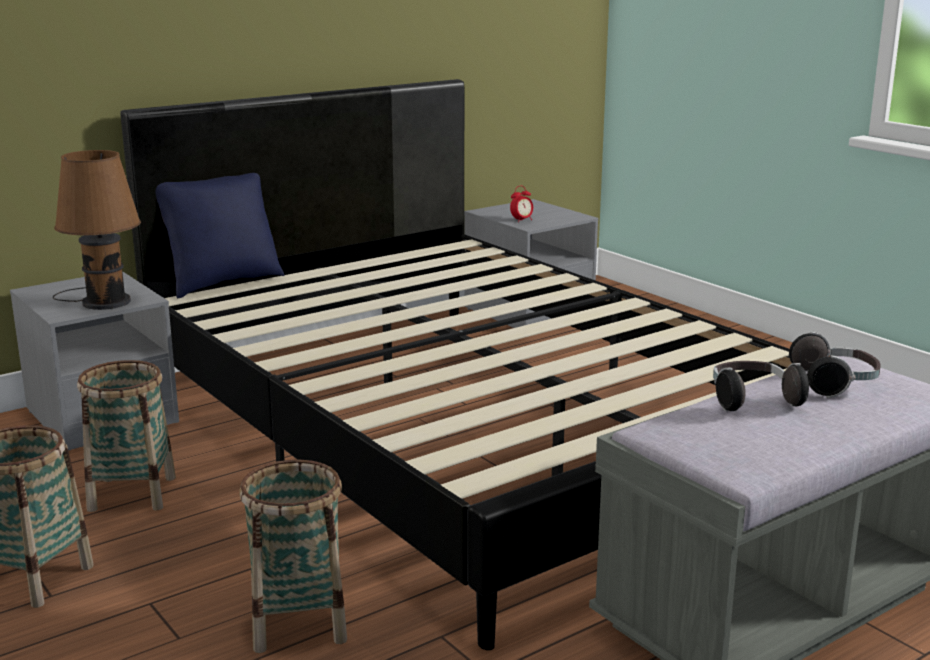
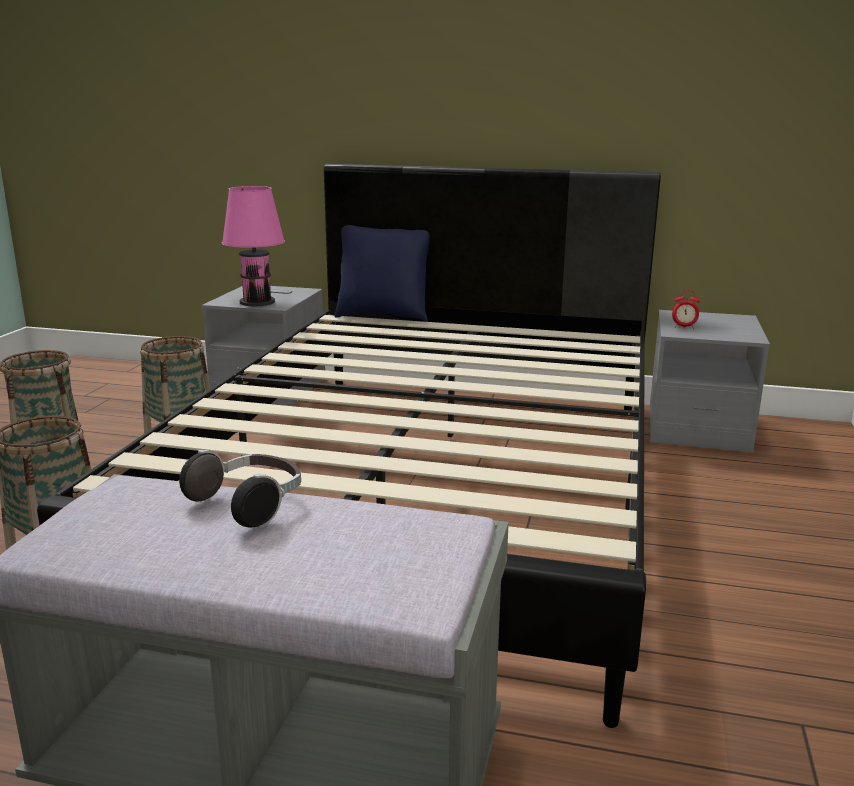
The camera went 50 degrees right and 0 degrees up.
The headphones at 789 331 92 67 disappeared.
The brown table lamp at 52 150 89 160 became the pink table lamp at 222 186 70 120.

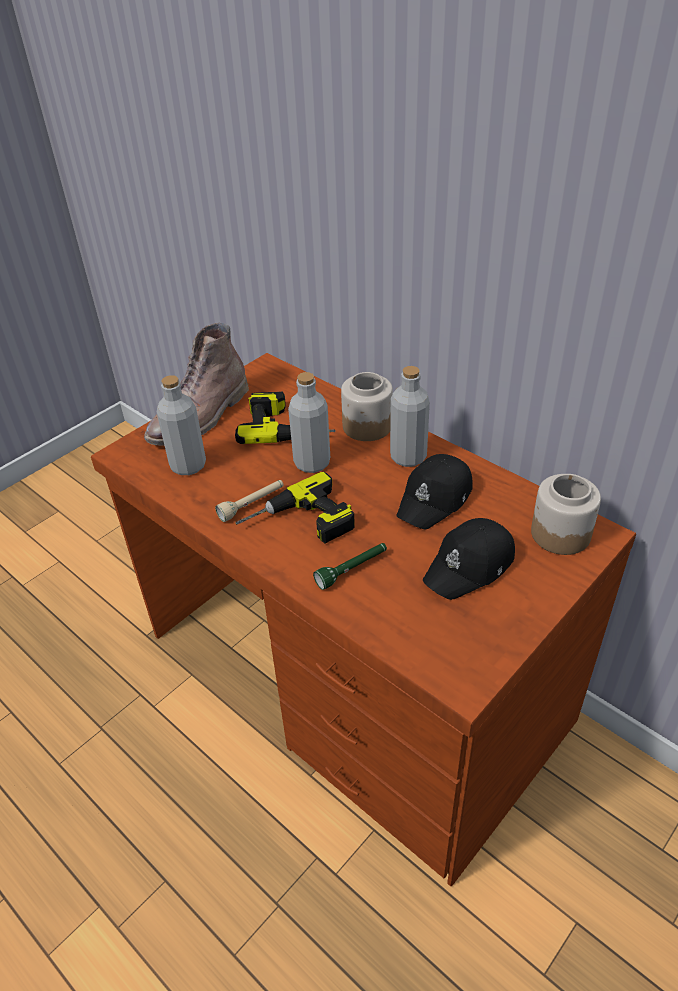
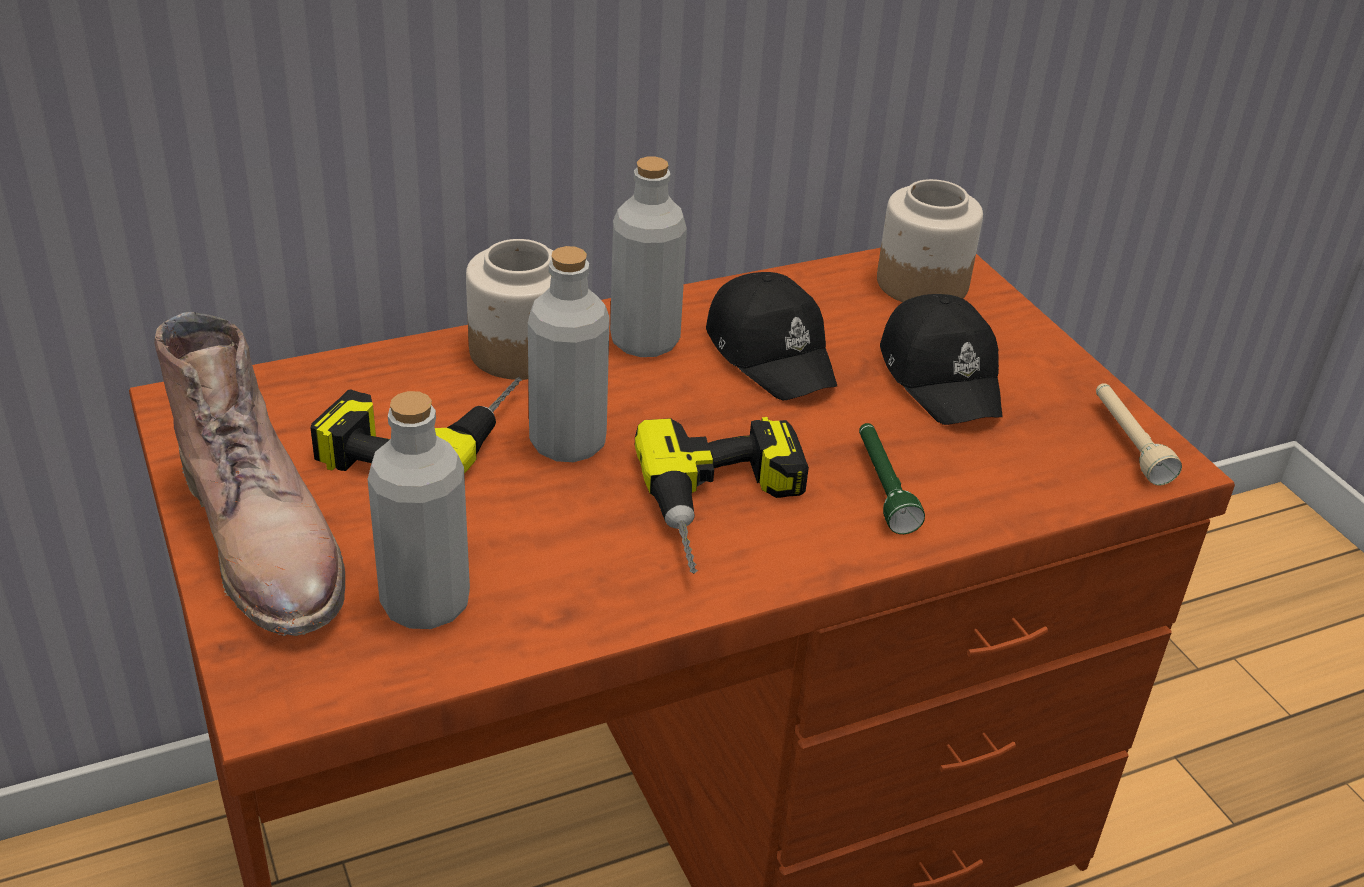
The camera went 70 degrees left and 5 degrees down.
The beige flashlight moved from 215 480 69 42 to 1096 383 86 102.

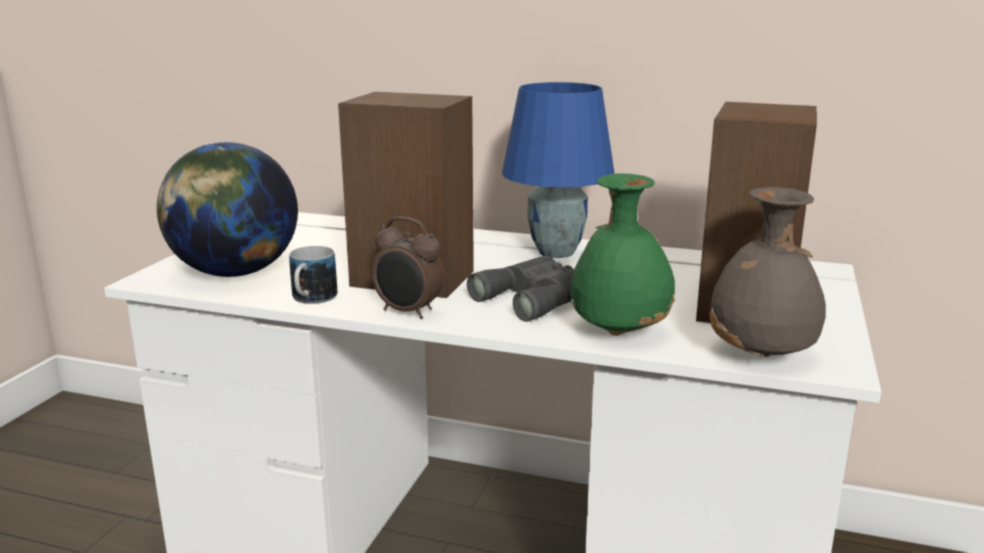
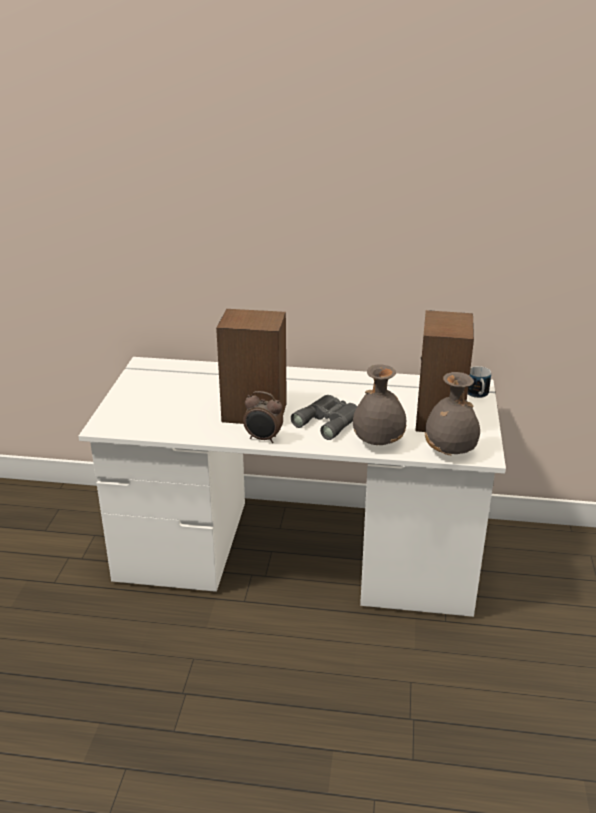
The camera went 10 degrees left and 10 degrees up.
The globe at 157 142 141 135 disappeared.
The blue table lamp at 502 82 113 176 disappeared.
The mug moved from 289 246 48 58 to 468 366 23 32.
The green vase at 570 173 105 163 became the grey vase at 353 365 53 80.

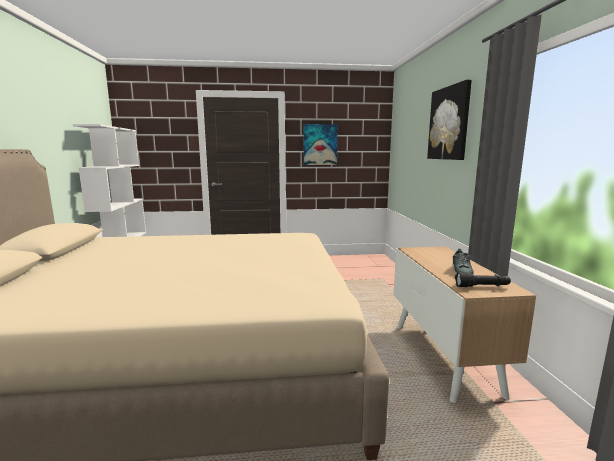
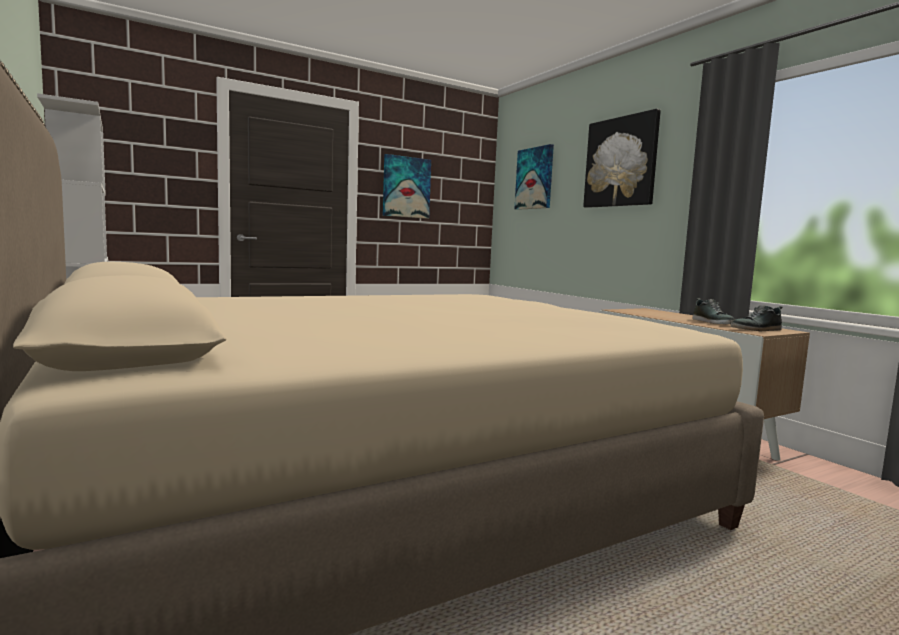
The camera went 25 degrees left and 5 degrees down.
The picture at 515 144 39 66 appeared.
The black flashlight at 455 272 56 15 was replaced by the shoe at 731 305 52 26.

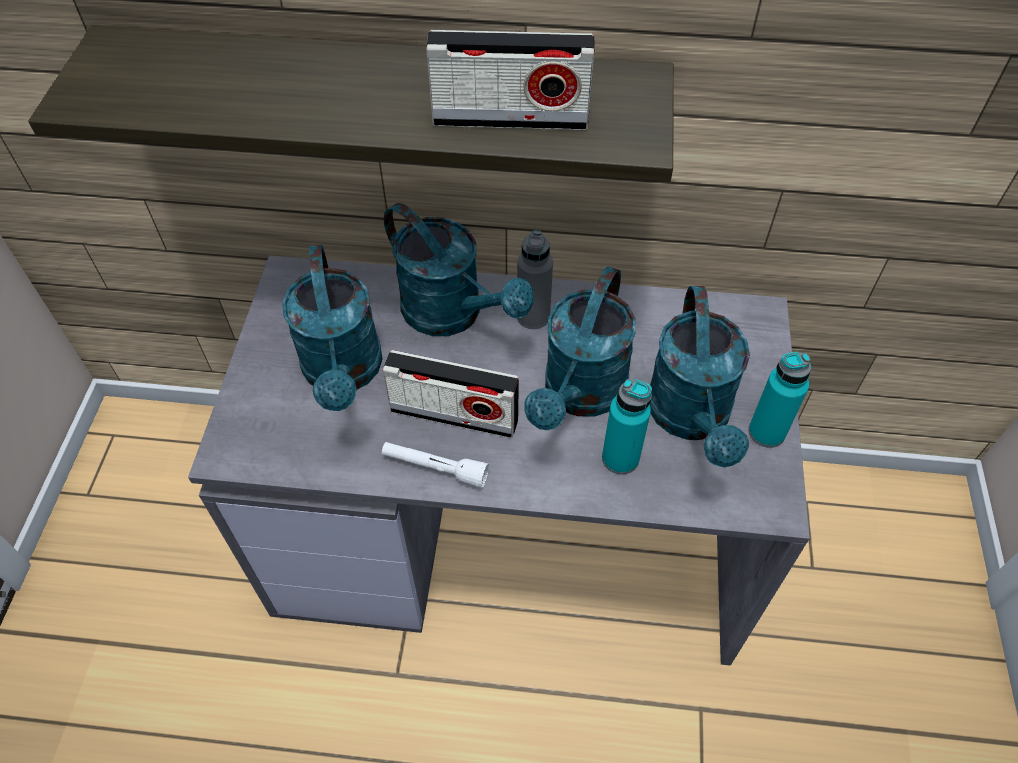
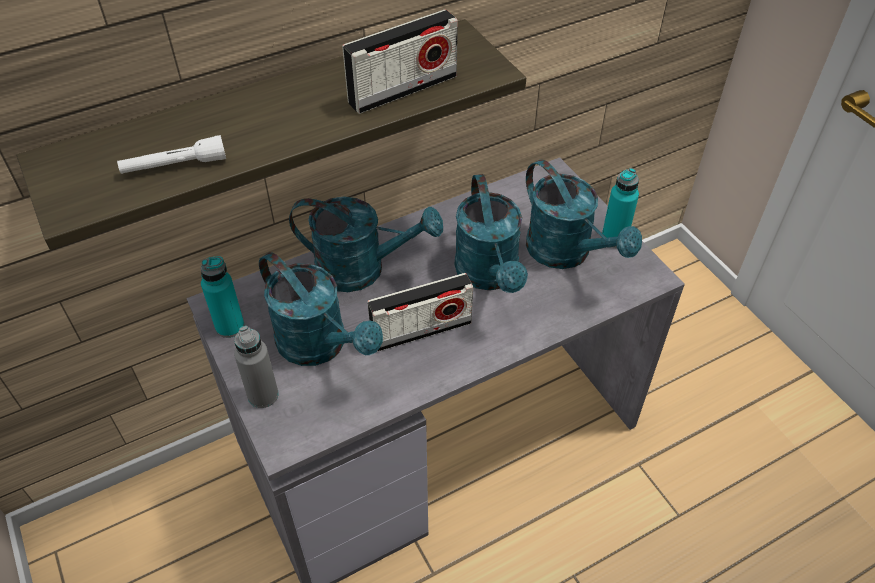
The camera went 35 degrees left and 5 degrees down.
The white flashlight moved from 382 442 107 46 to 117 135 109 39.
The grey bottle moved from 517 230 36 99 to 234 326 45 82.
The turquoise bottle moved from 602 379 50 95 to 201 256 43 82.

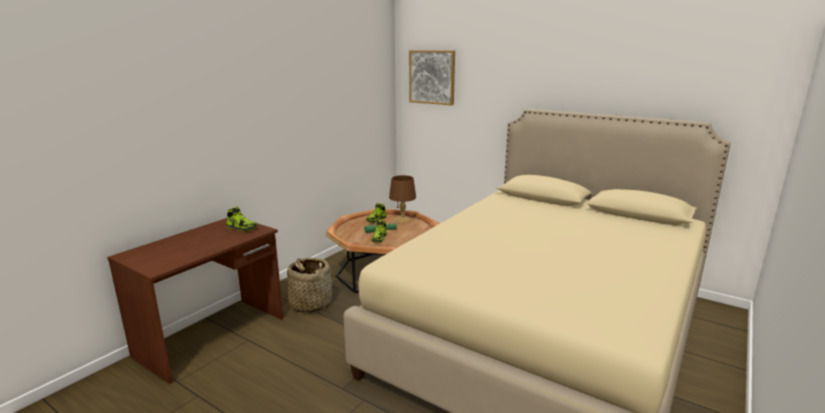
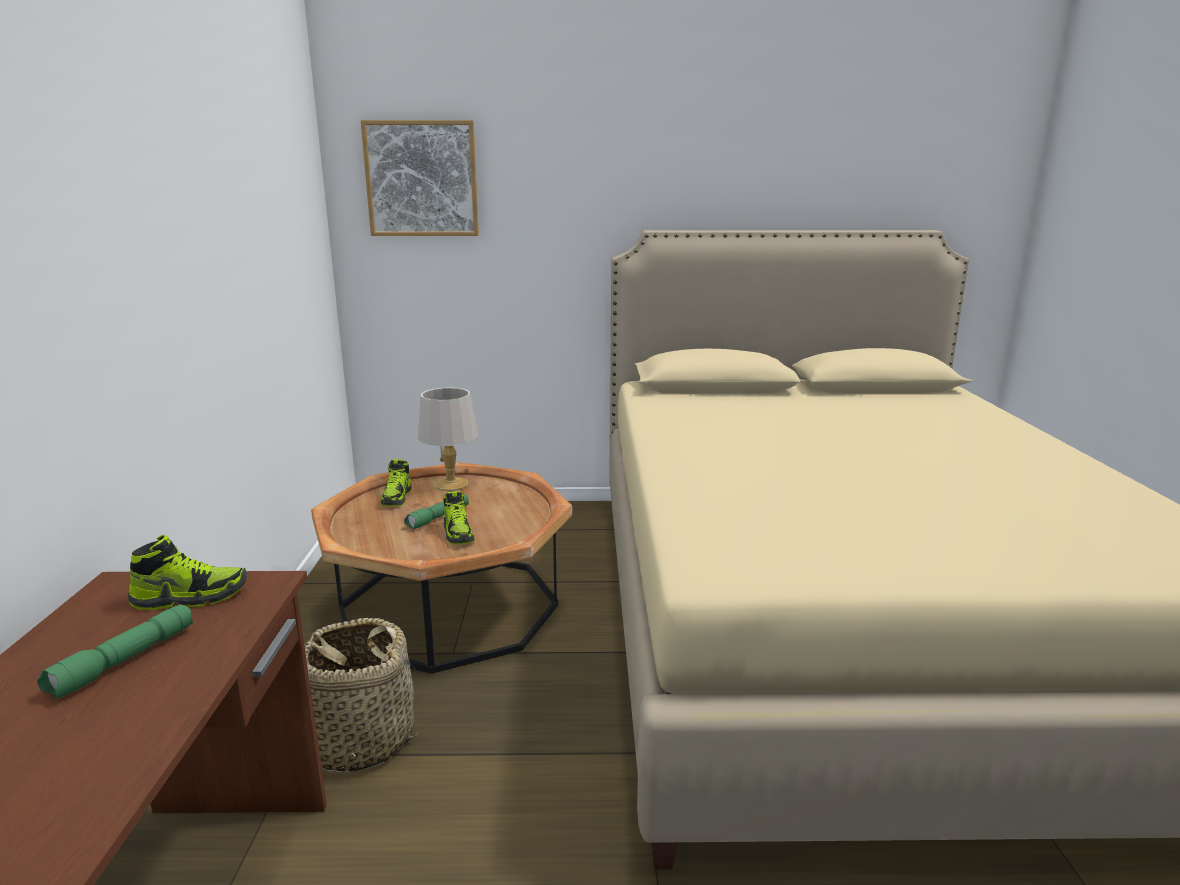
The camera went 35 degrees left and 0 degrees up.
The green flashlight at 37 604 156 95 appeared.
The brown table lamp at 389 175 27 48 became the grey table lamp at 418 387 60 104.

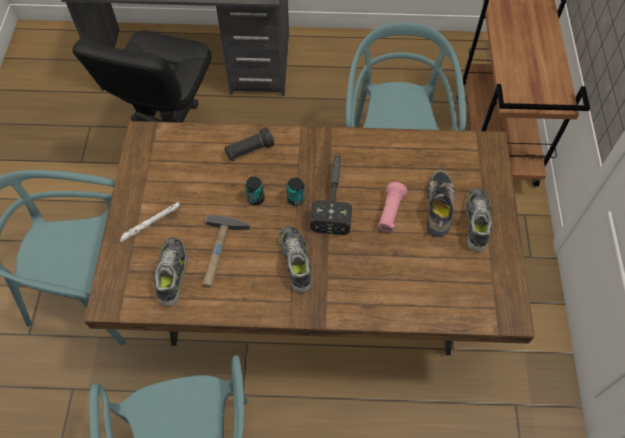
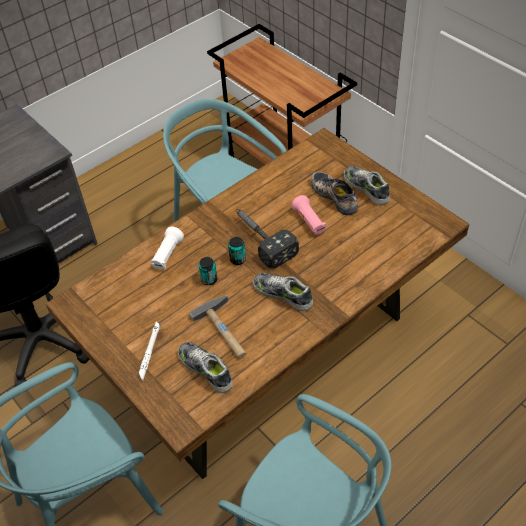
The camera went 40 degrees left and 10 degrees down.
The black flashlight at 224 127 50 34 became the white flashlight at 151 227 33 43.

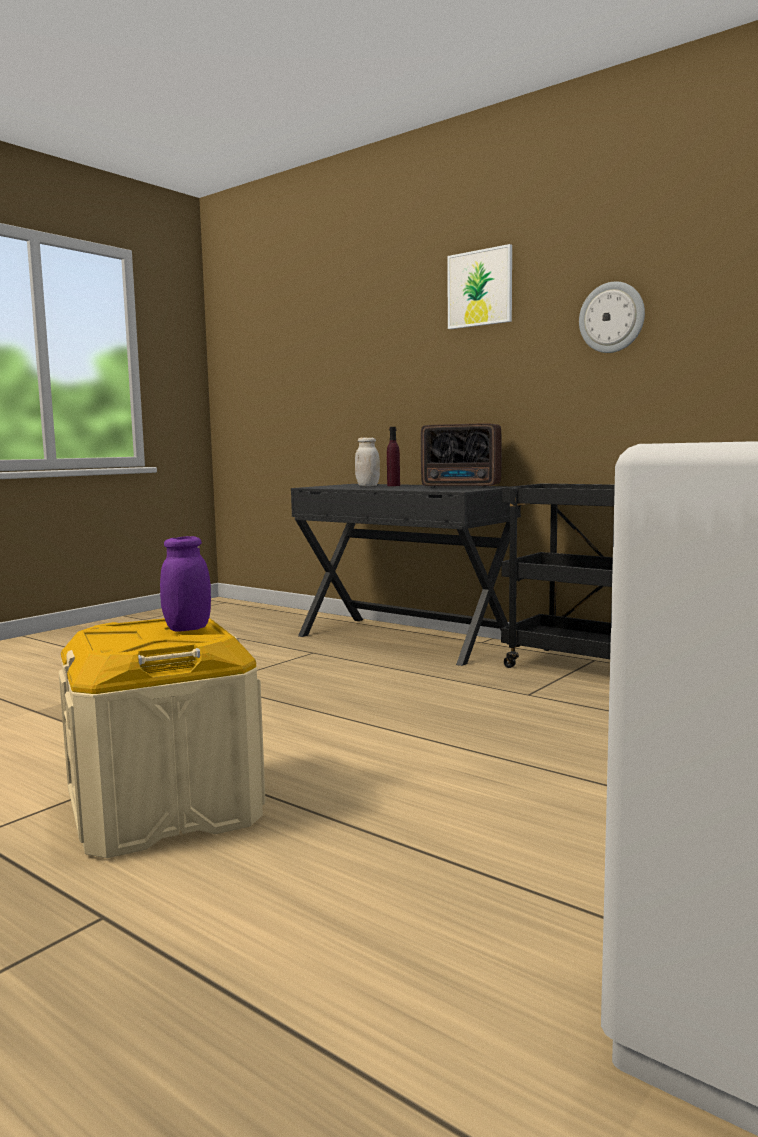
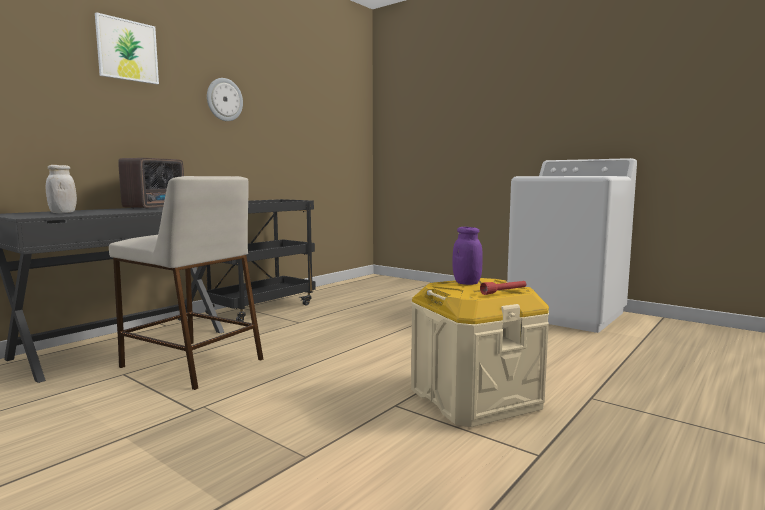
The camera went 90 degrees left and 0 degrees up.
The purple bottle at 387 427 13 59 disappeared.
The beige stool at 109 176 154 214 appeared.
The red flashlight at 480 281 46 14 appeared.

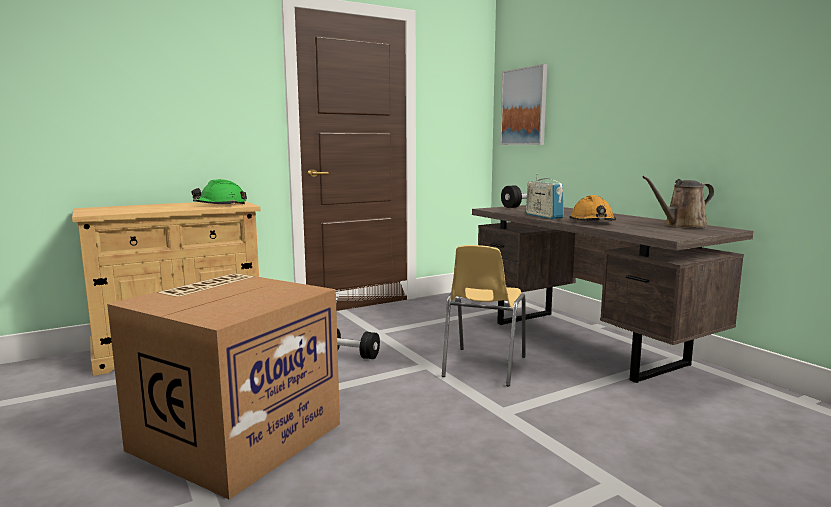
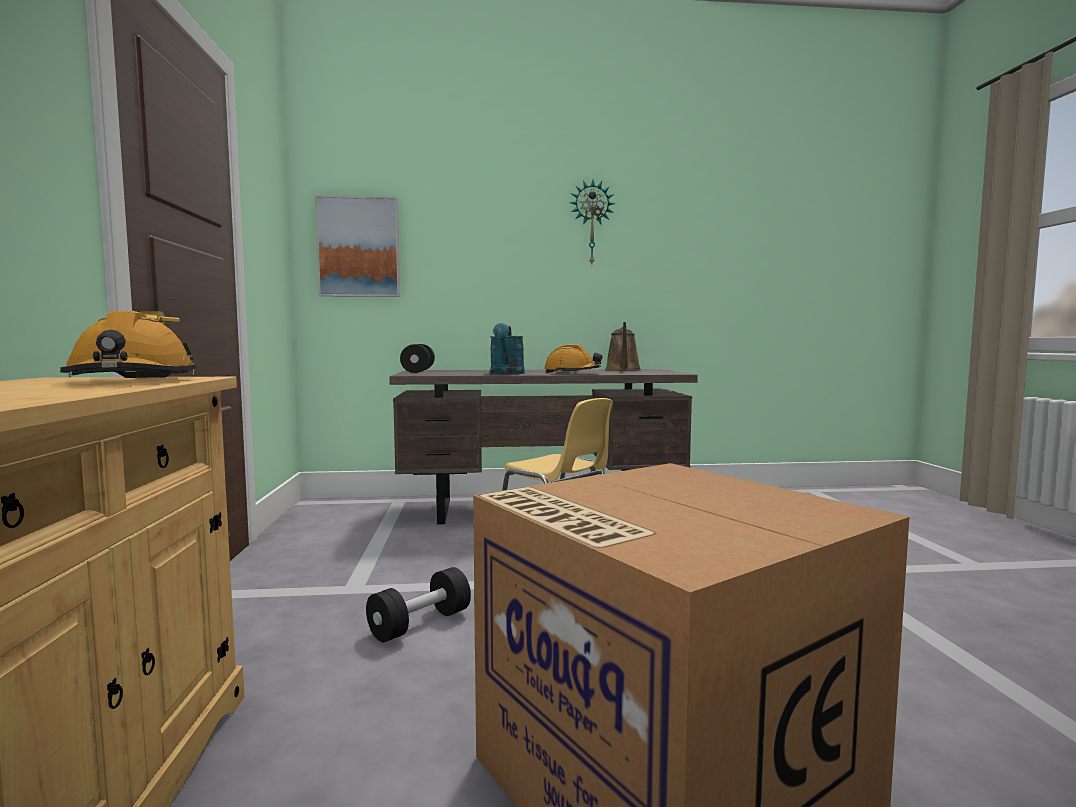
The camera went 65 degrees left and 5 degrees down.
The wall clock at 569 180 47 84 appeared.
The radio at 526 174 38 45 was replaced by the turquoise watering can at 490 323 35 51.
The green hard hat at 192 179 55 26 became the orange hard hat at 60 311 136 67.

